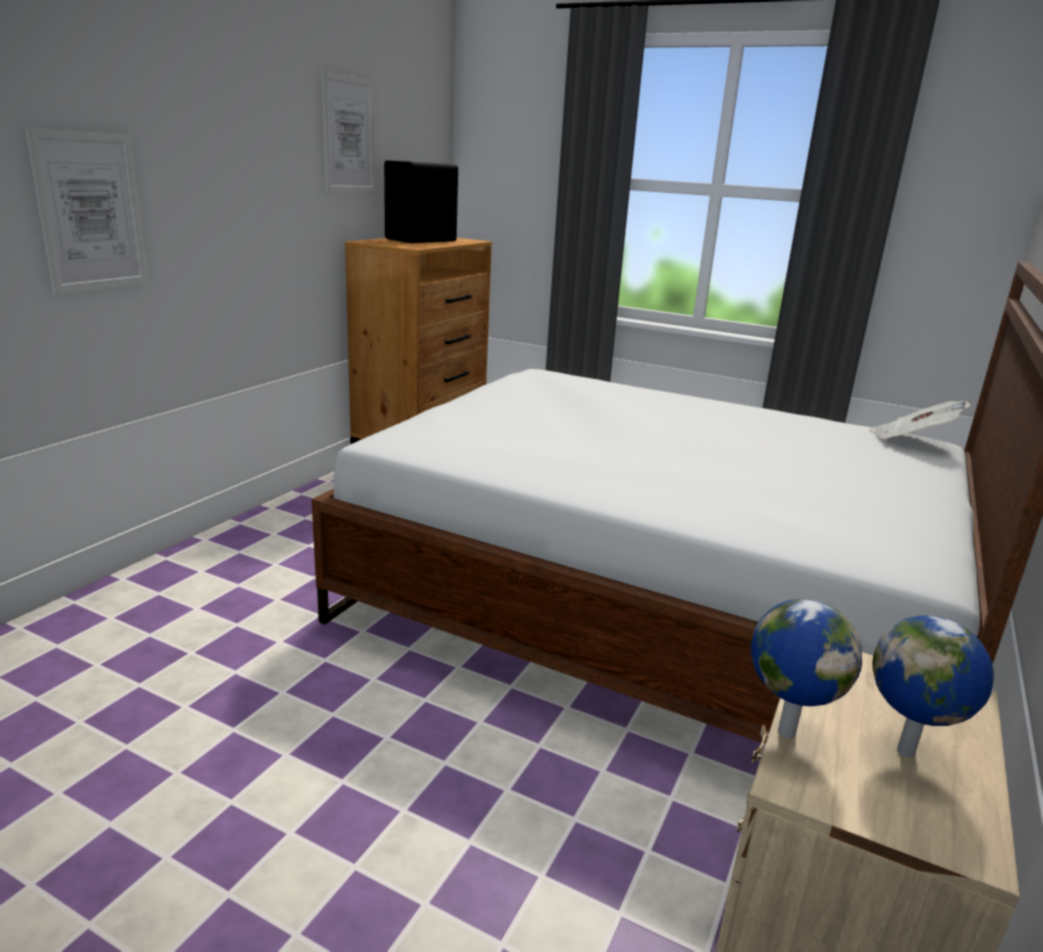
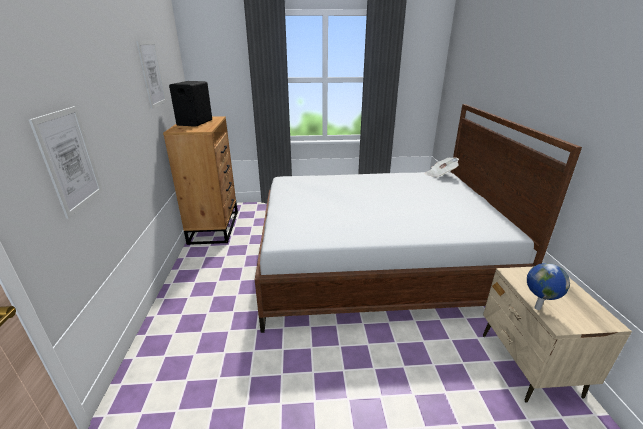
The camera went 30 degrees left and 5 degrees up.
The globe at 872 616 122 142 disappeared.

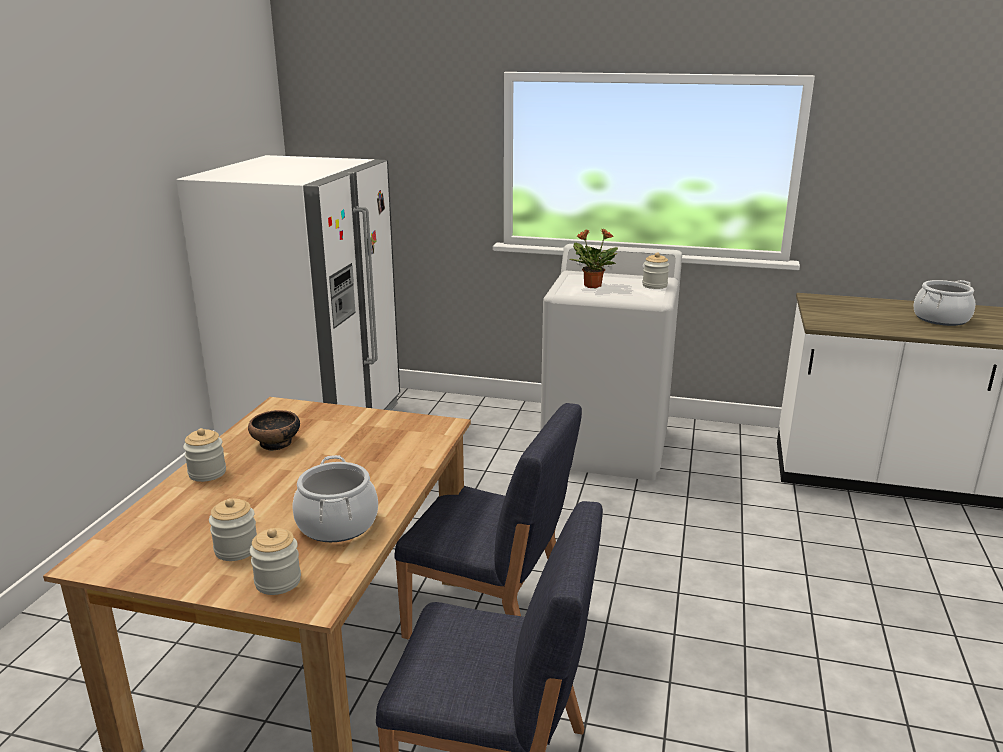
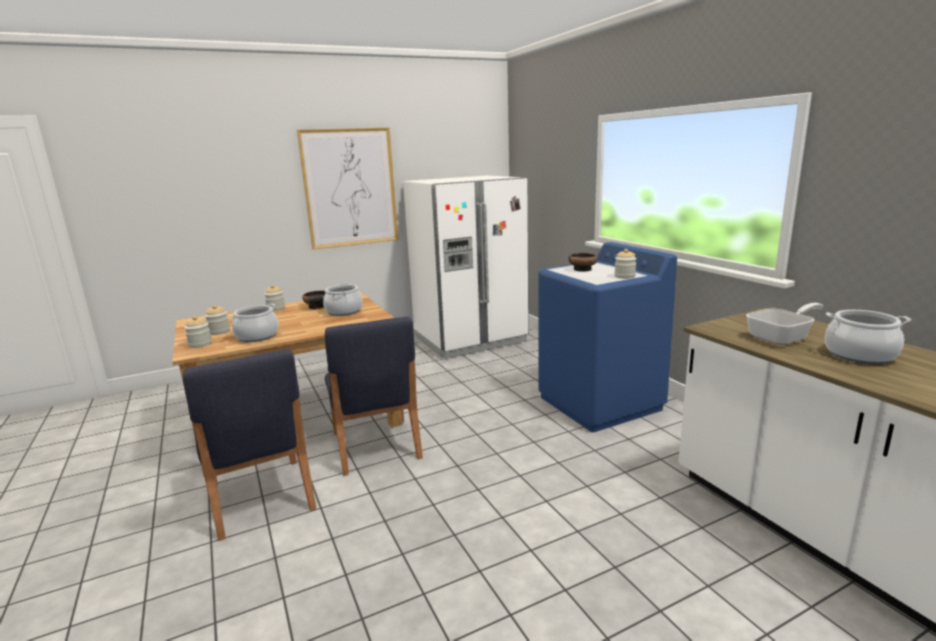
The camera went 50 degrees right and 5 degrees down.
The picture at 297 127 102 123 appeared.
The cooking pot at 323 283 40 33 appeared.
The frying pan at 746 303 78 42 appeared.
The potted plant at 569 228 49 60 was replaced by the bowl at 569 253 29 19.
The white washing machine at 540 244 142 237 became the blue washing machine at 538 242 139 190.

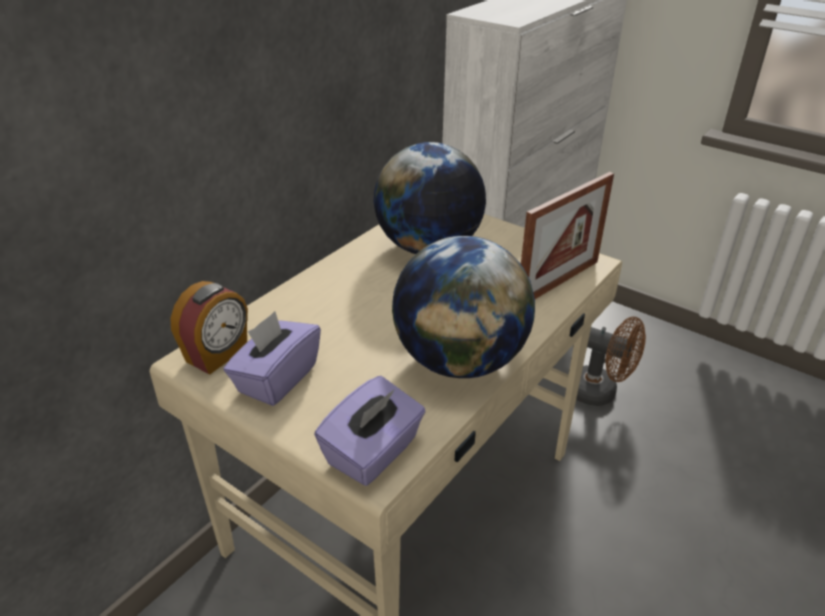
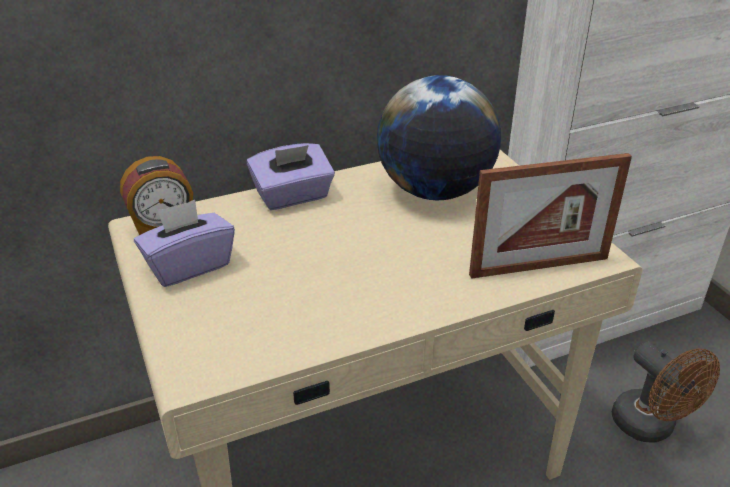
The camera went 30 degrees right and 0 degrees up.
The globe at 392 236 143 142 disappeared.
The purple tissue box moved from 314 376 112 110 to 247 143 88 67.

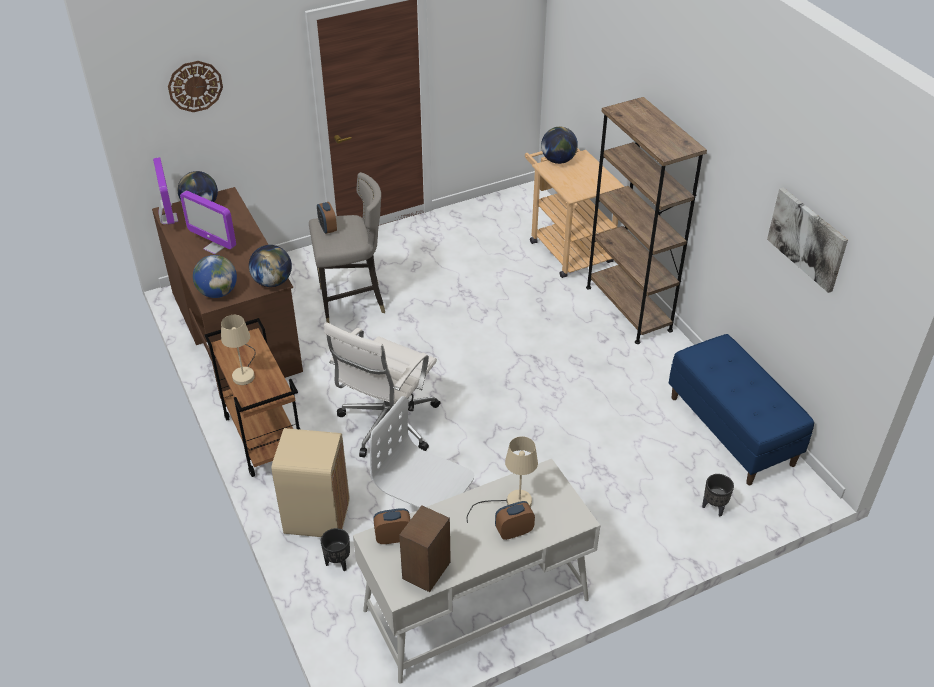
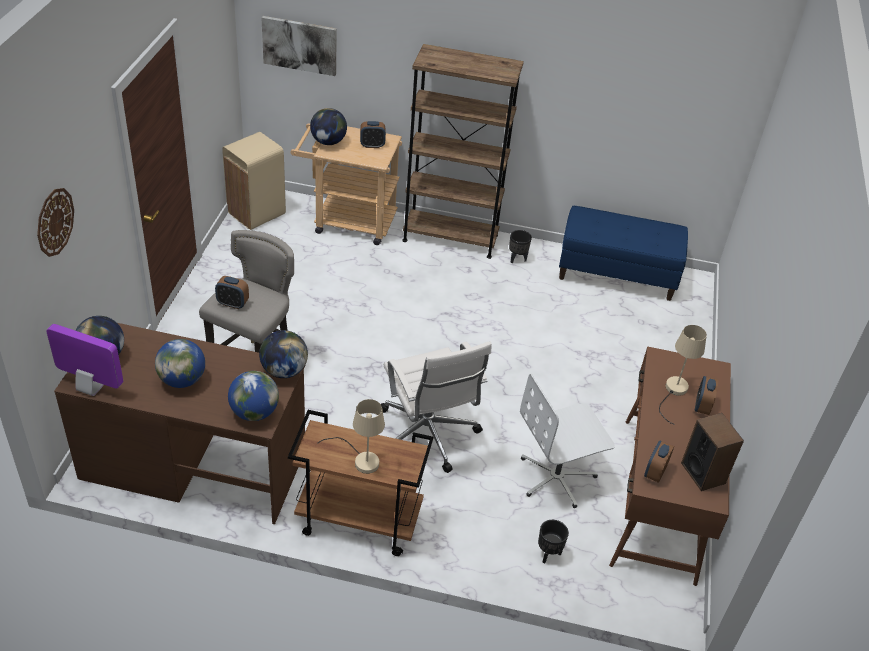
The camera went 55 degrees left and 0 degrees up.
The alarm clock at 360 121 26 27 appeared.
The beige trash can moved from 272 428 78 109 to 222 132 64 98.
The black planter moved from 702 474 32 42 to 509 230 23 33.
The picture moved from 767 187 81 106 to 262 16 75 60.
The monitor at 180 191 56 63 was replaced by the globe at 155 339 50 49.
The white desk at 353 459 247 225 became the brown desk at 609 346 122 240.

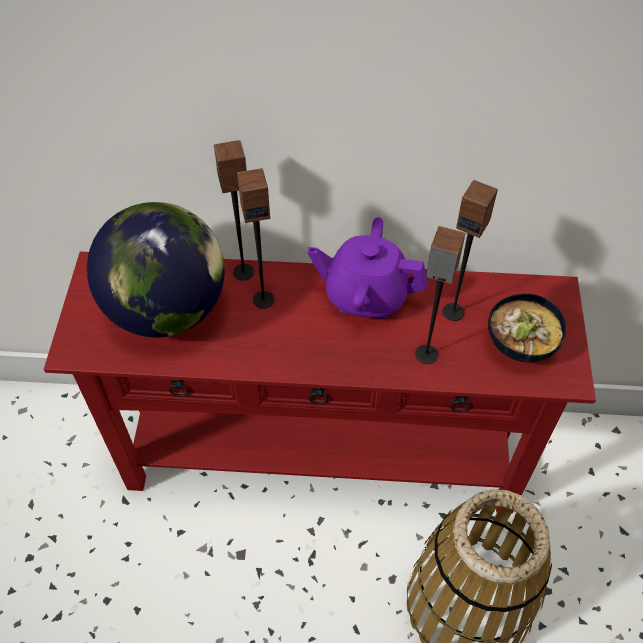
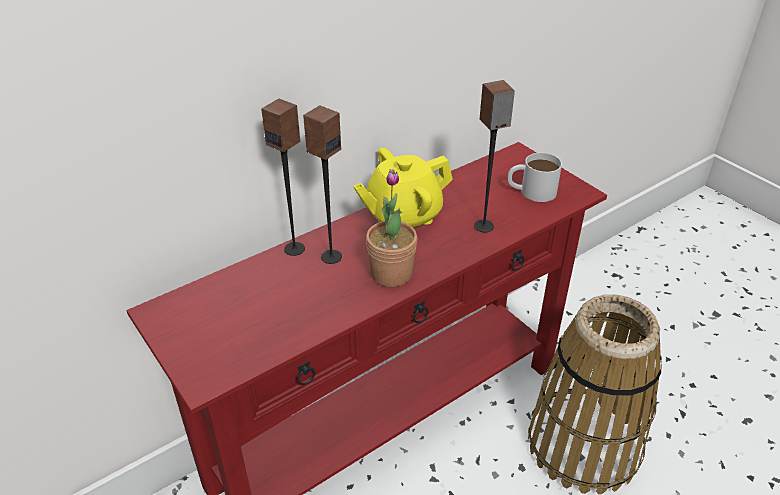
The camera went 40 degrees left and 15 degrees down.
The globe at 87 202 138 135 disappeared.
The speaker at 442 180 56 141 disappeared.
The potted plant at 366 169 51 118 appeared.
The bowl at 488 294 78 68 was replaced by the white mug at 508 153 54 49.
The purple teapot at 308 217 120 102 became the yellow teapot at 353 148 100 79.

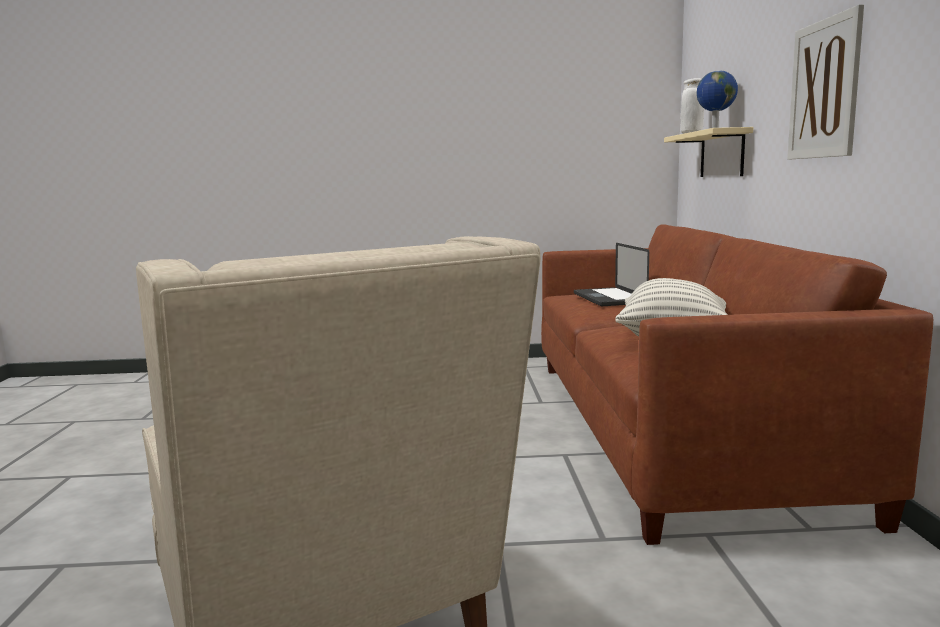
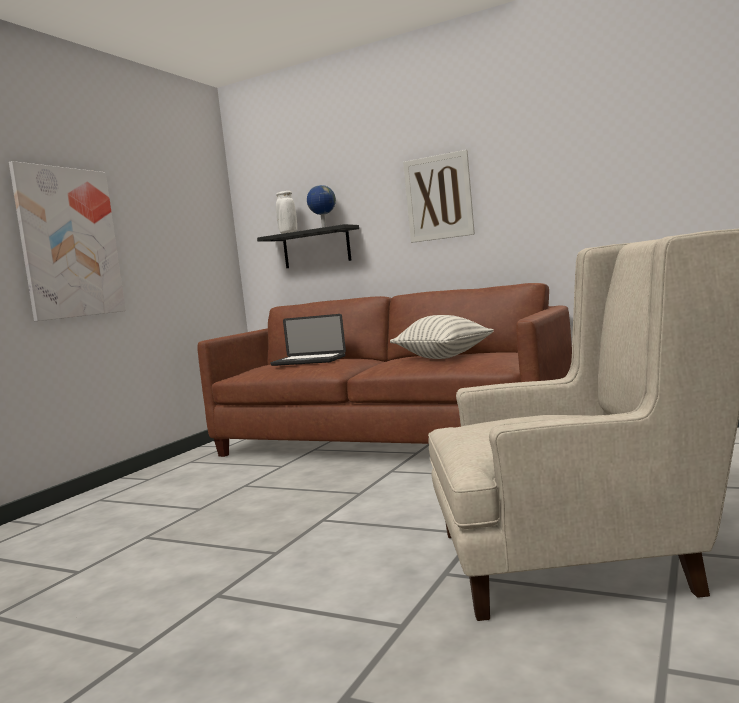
The camera went 60 degrees left and 5 degrees down.
The picture at 9 161 117 160 appeared.
The beige shelf at 664 127 90 50 became the black shelf at 257 224 102 44.

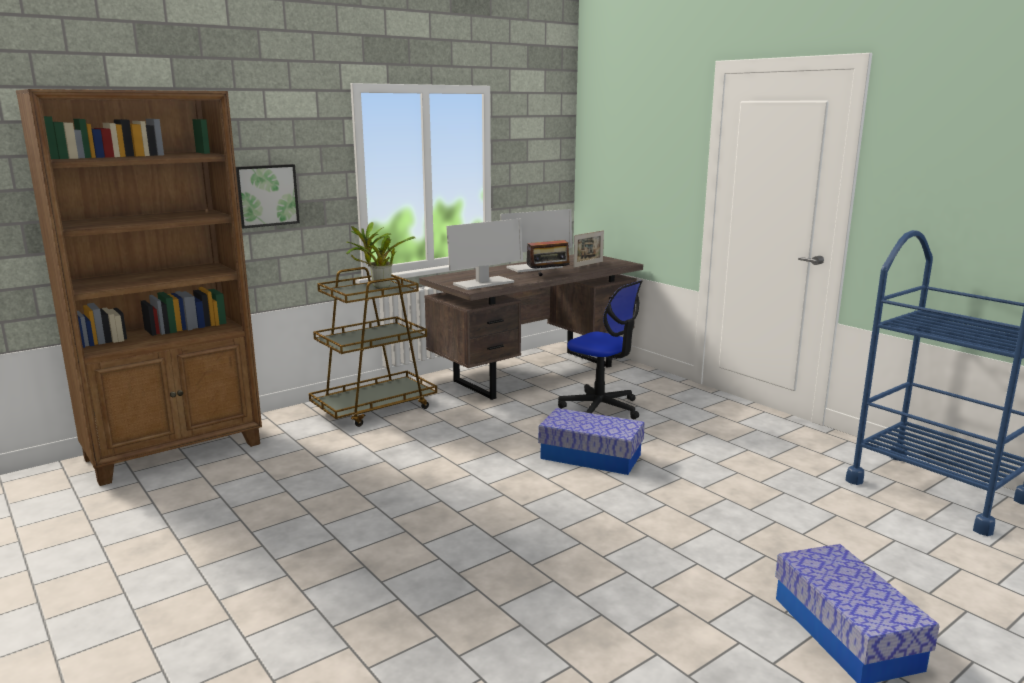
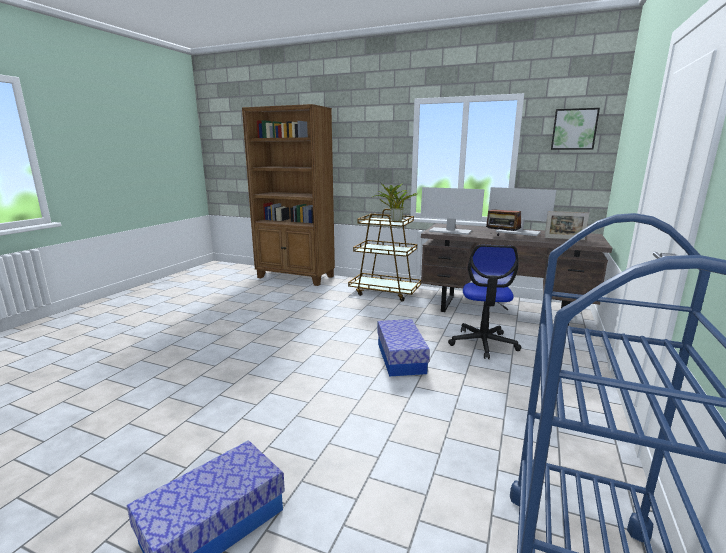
The camera went 60 degrees right and 0 degrees up.
The picture moved from 236 164 64 64 to 551 108 49 42.

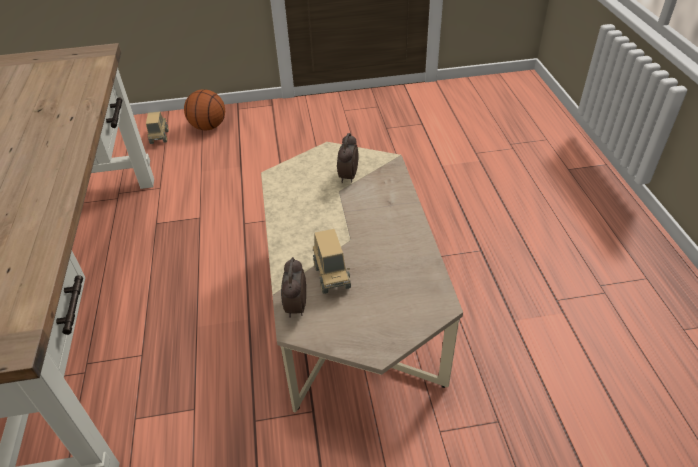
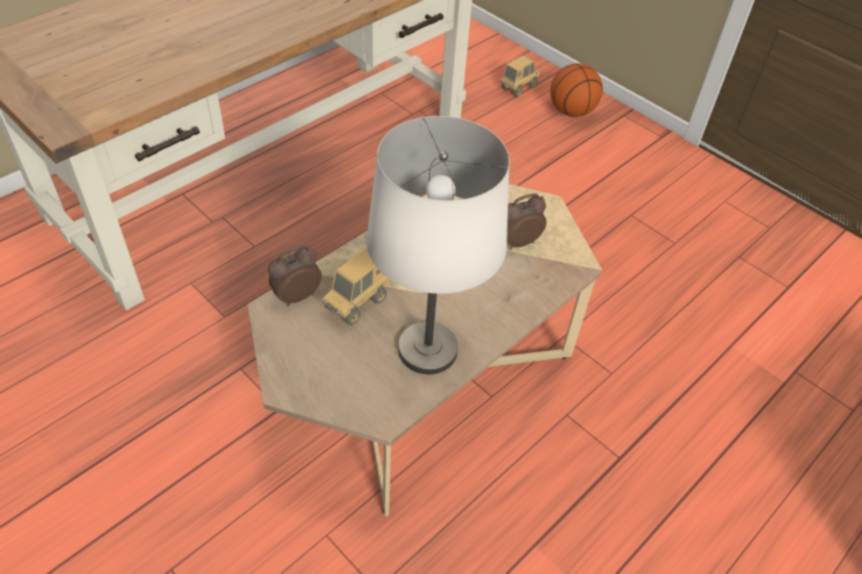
The camera went 50 degrees right and 5 degrees up.
The white table lamp at 366 116 144 258 appeared.

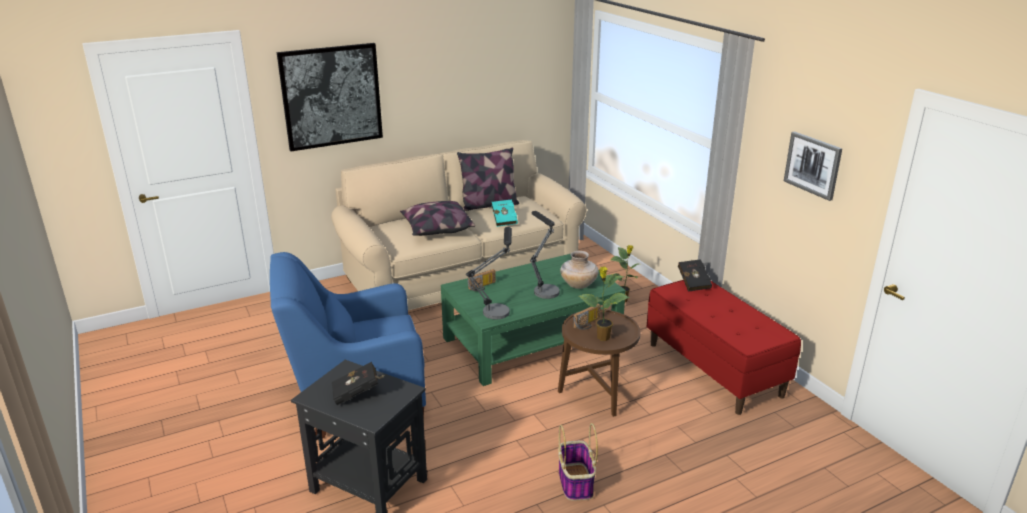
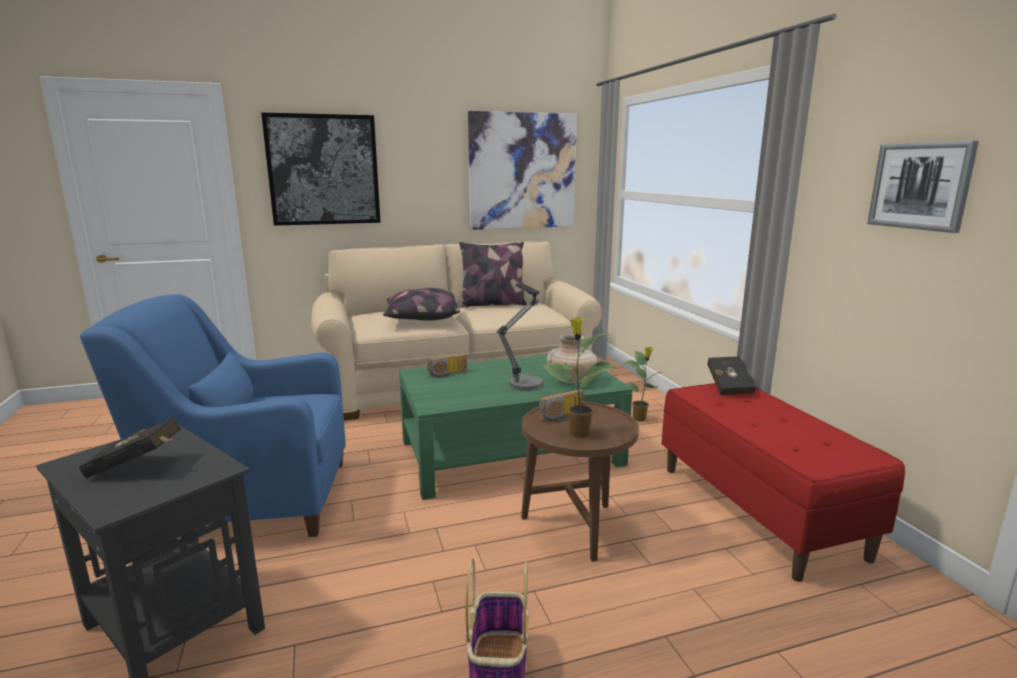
The camera went 10 degrees right and 10 degrees down.
The table lamp at 466 227 46 93 disappeared.
The turquoise book at 492 199 26 28 disappeared.
The picture at 468 111 109 119 appeared.

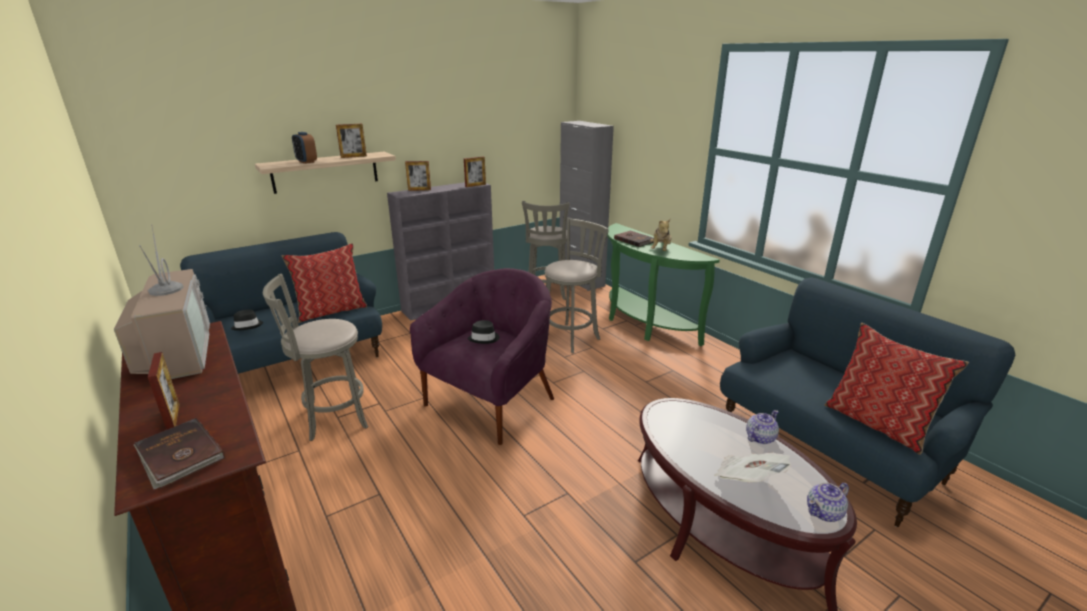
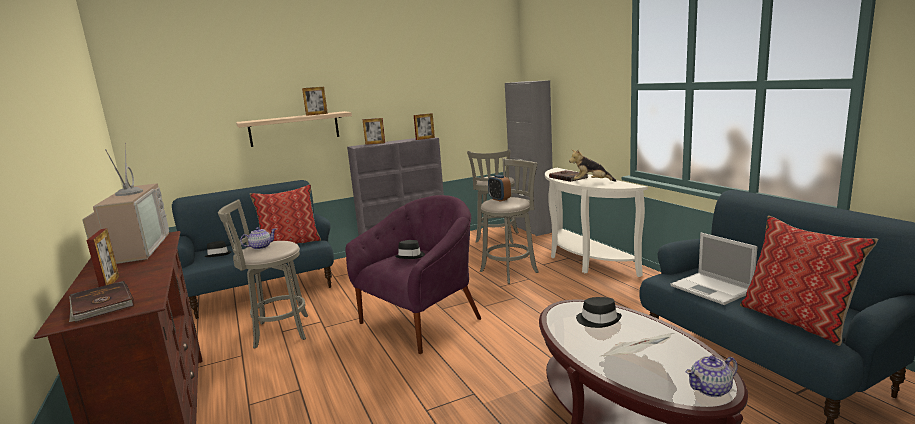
The camera went 10 degrees right and 10 degrees down.
The black hat at 576 297 46 31 appeared.
The laptop at 670 233 87 72 appeared.
The alarm clock moved from 292 132 25 32 to 488 175 23 27.
The teapot moved from 746 410 33 34 to 240 227 36 23.
The green console table at 607 223 113 123 became the white console table at 545 168 103 109.
The plush toy at 650 218 22 33 turned 75 degrees clockwise.

